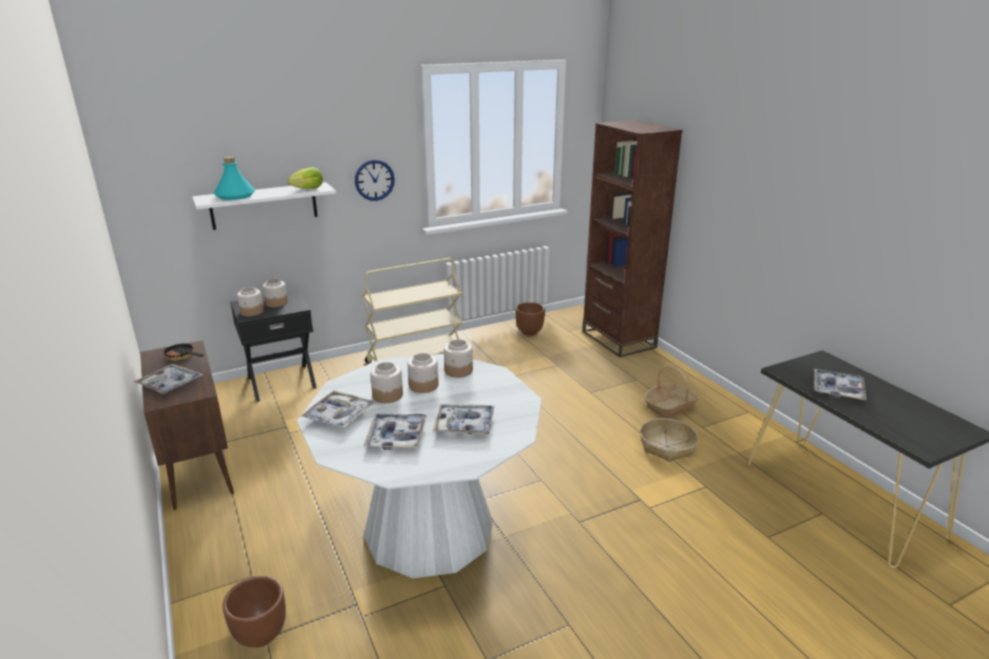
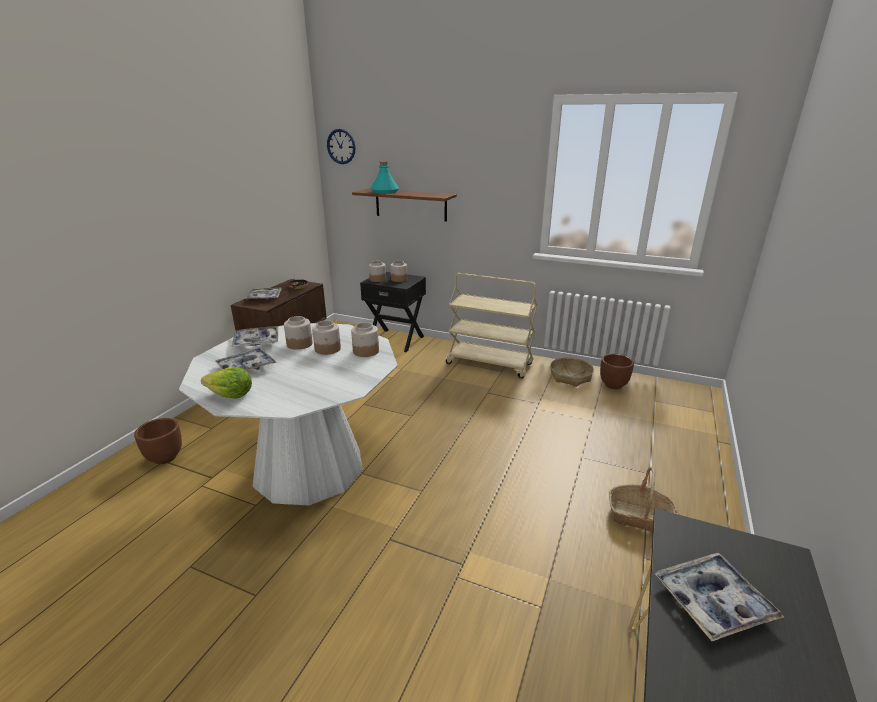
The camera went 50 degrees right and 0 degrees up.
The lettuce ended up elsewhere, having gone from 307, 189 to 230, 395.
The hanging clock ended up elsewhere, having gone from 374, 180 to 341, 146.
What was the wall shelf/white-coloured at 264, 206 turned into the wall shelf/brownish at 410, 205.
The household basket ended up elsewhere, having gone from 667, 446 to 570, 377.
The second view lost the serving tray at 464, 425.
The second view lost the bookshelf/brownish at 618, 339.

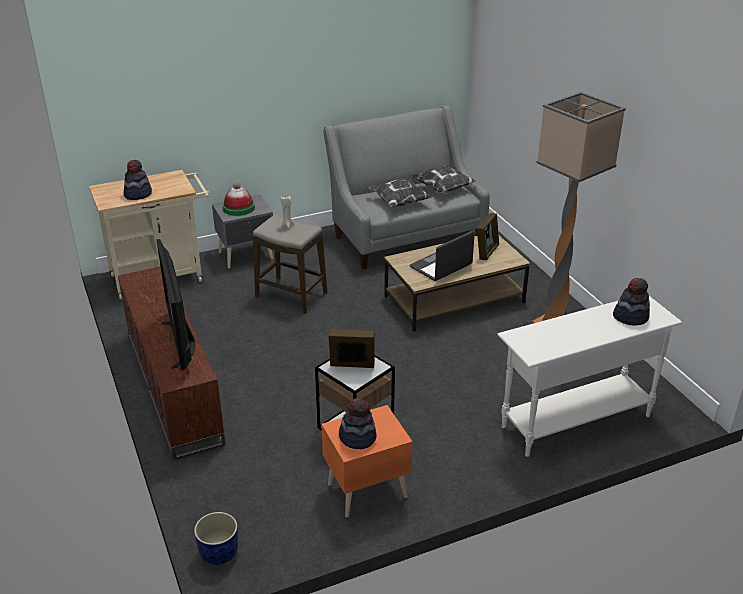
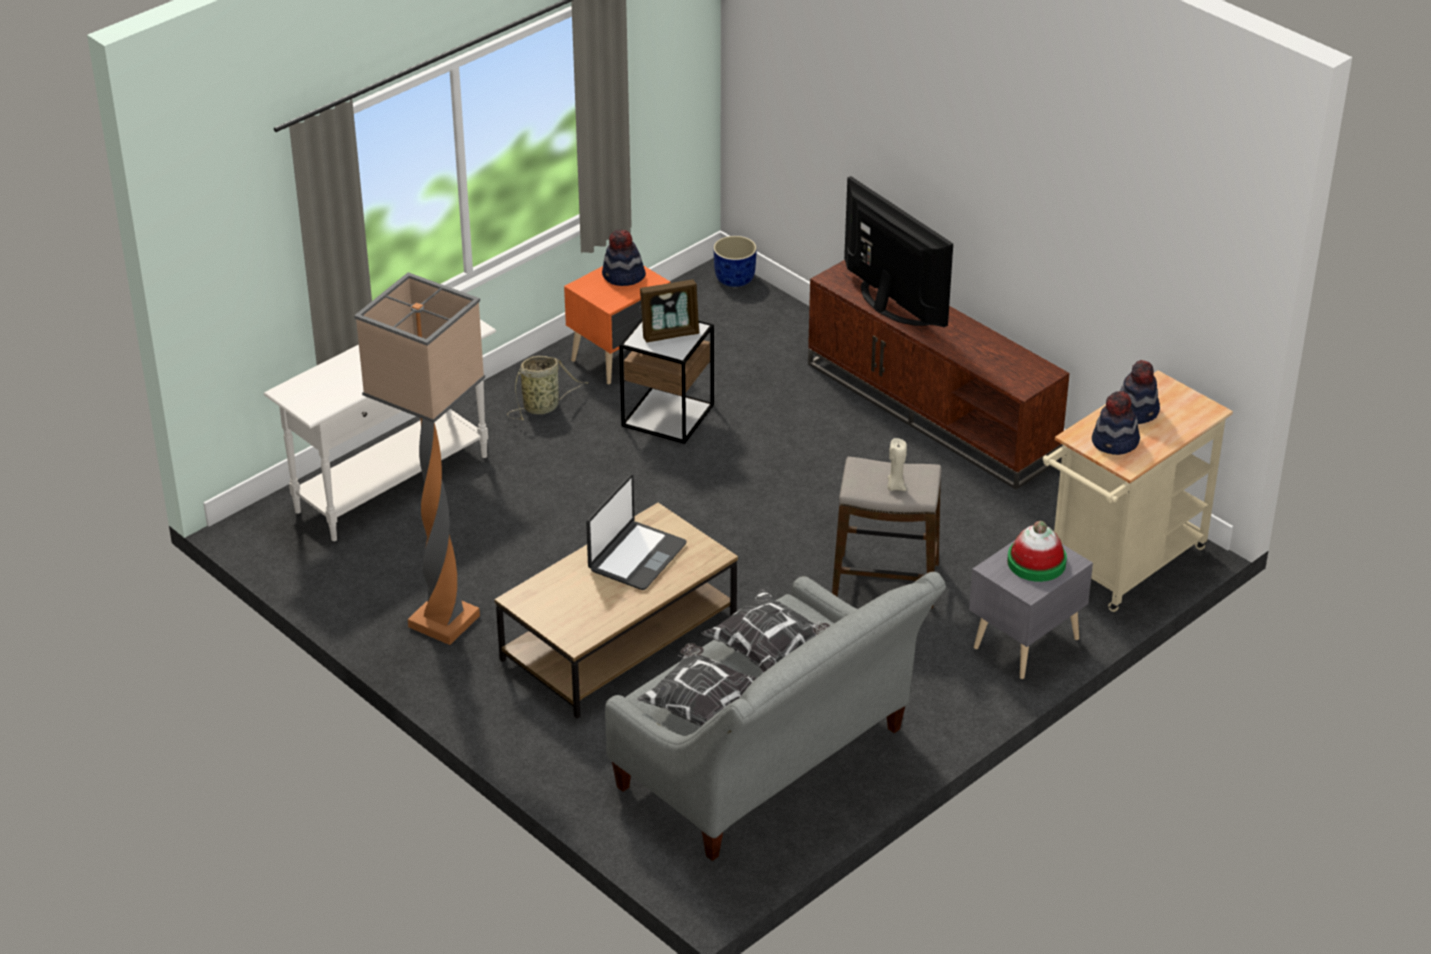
The camera went 160 degrees right and 5 degrees up.
The second view gained the household basket at 543, 406.
The hat ended up elsewhere, having gone from 630, 317 to 1115, 443.
The second view lost the standing frame at 487, 251.

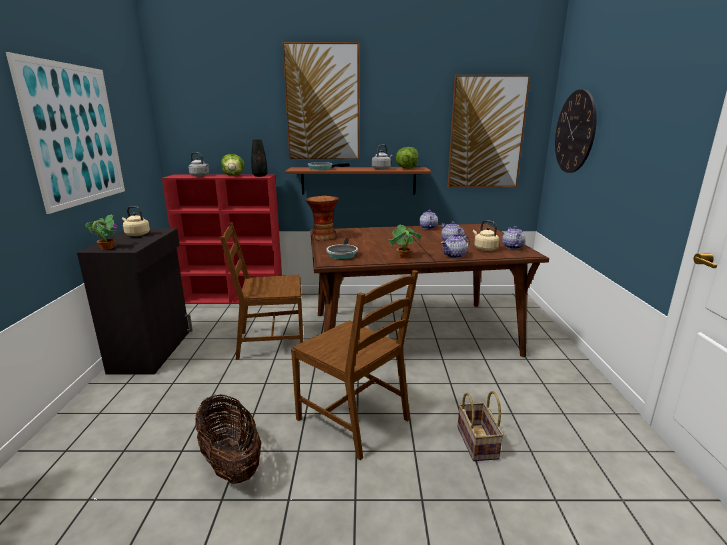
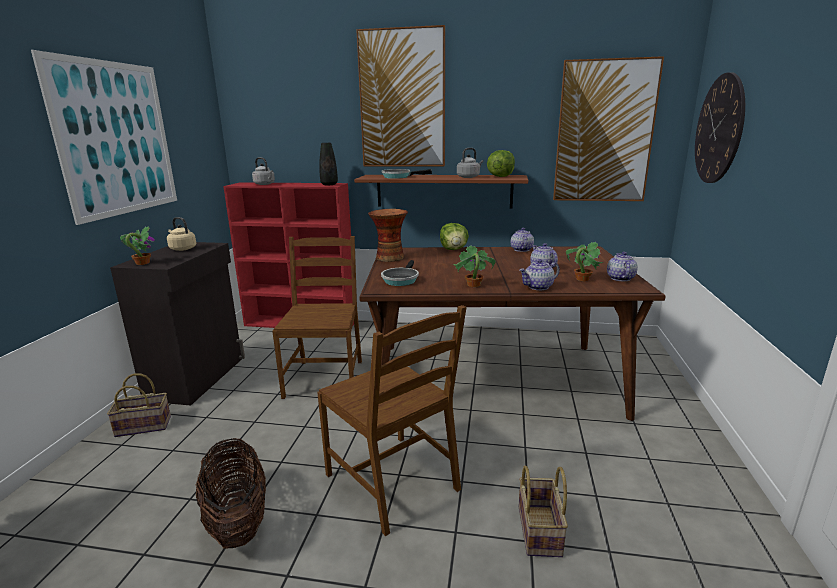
The camera went 10 degrees right and 0 degrees up.
The second view gained the household basket at 145, 425.
The chair/brownish at 270, 343 ended up facing another way, 90 degrees clockwise from before.
The lettuce ended up elsewhere, having gone from 233, 175 to 454, 249.
Where the tea kettle/beige stood at 484, 248, the houseplant came to stand at 582, 279.

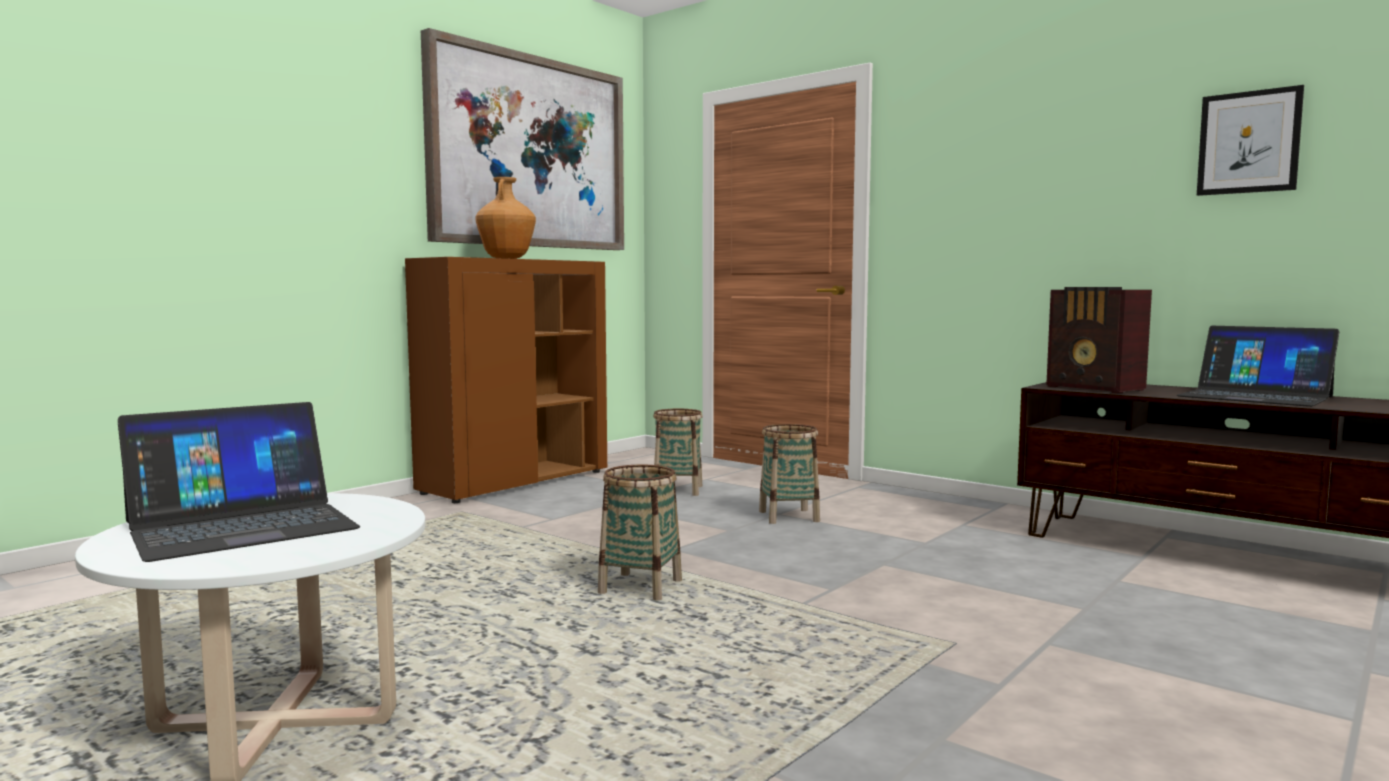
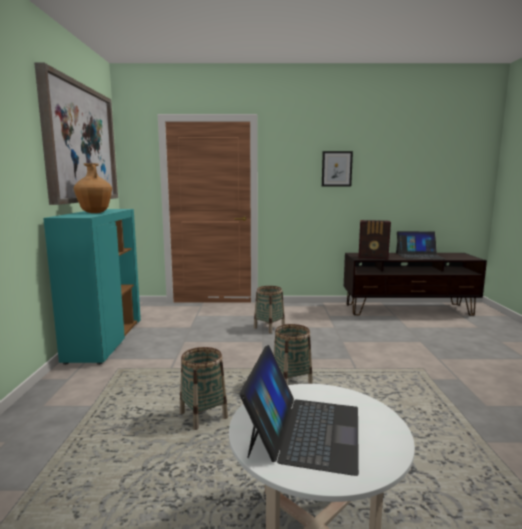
The camera went 40 degrees left and 5 degrees up.
What was the cabinet/brownish at 516, 482 turned into the cabinet/turquoise at 105, 340.
The household basket ended up elsewhere, having gone from 678, 490 to 203, 415.
The picture ended up elsewhere, having gone from 1248, 142 to 336, 169.

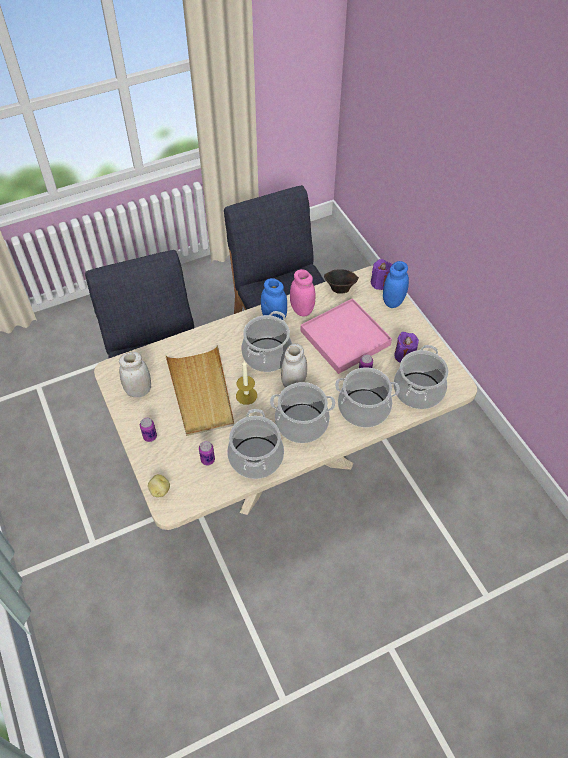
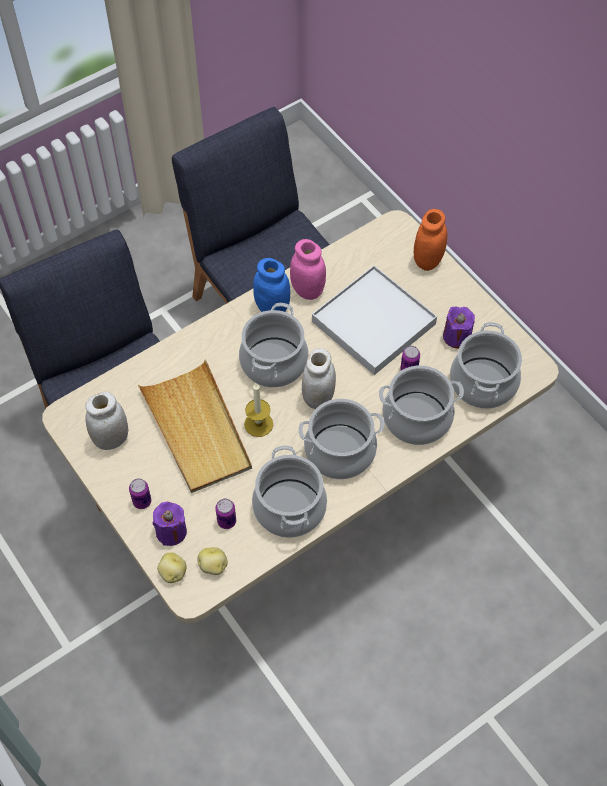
The camera went 10 degrees left and 5 degrees up.
The candle/purplish ended up elsewhere, having gone from 380, 283 to 171, 531.
The second view gained the potato at 213, 566.
What was the serving tray/pinkish at 345, 338 turned into the serving tray/white-coloured at 373, 323.
What was the preserve jar/blue-coloured at 393, 301 turned into the preserve jar/orange-coloured at 428, 261.
The second view lost the deep dish/brownish at 339, 288.

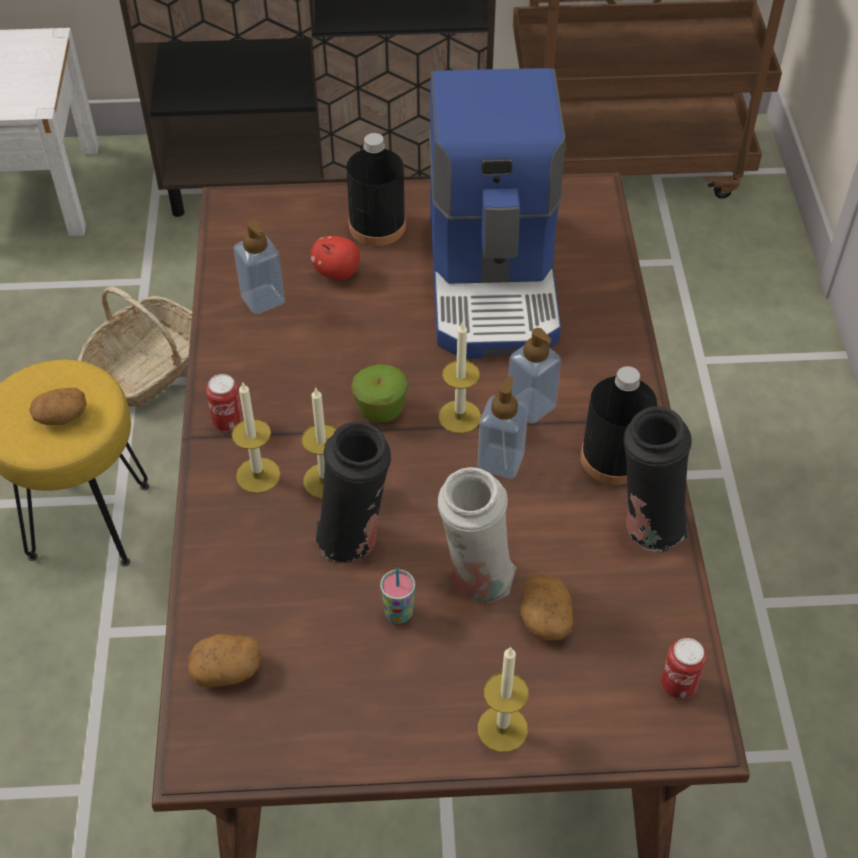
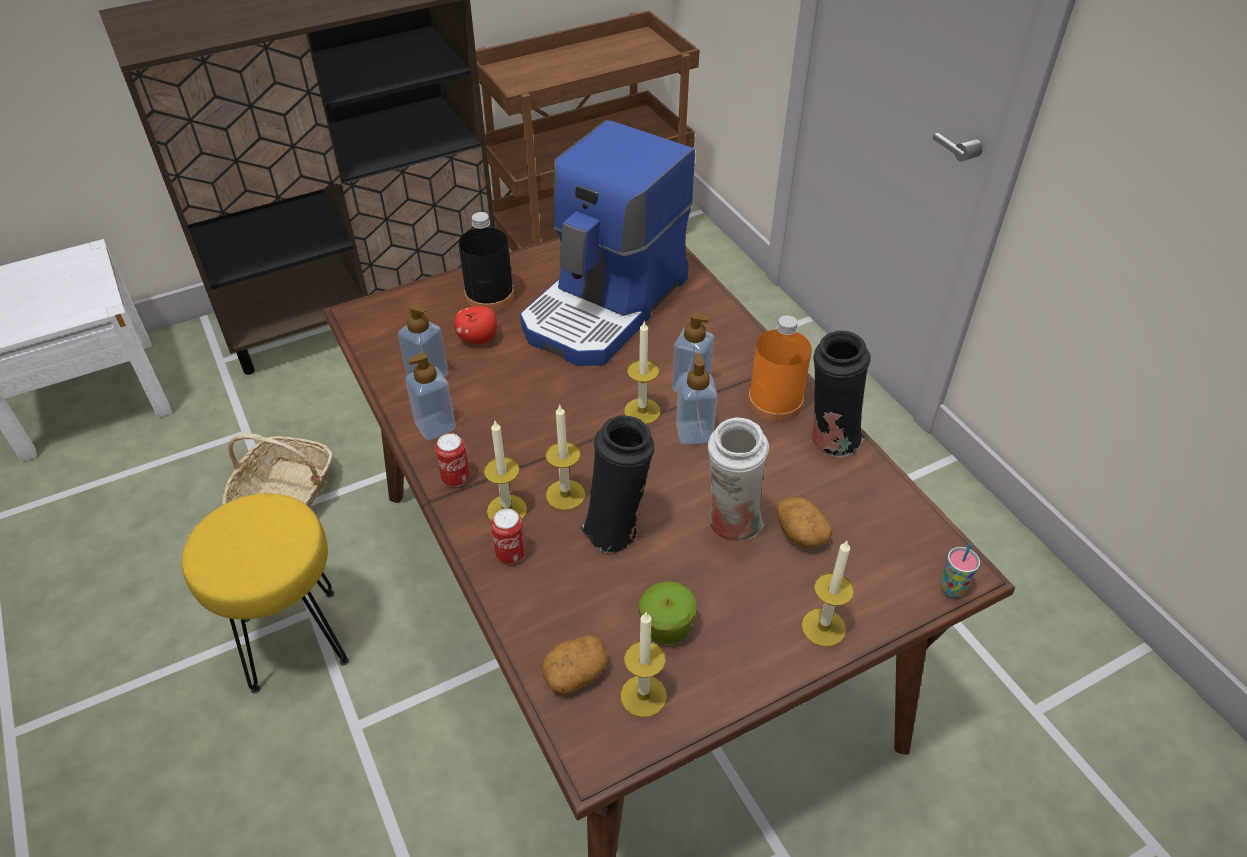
The camera went 25 degrees left and 5 degrees down.
The second view gained the liquid soap bottle at 435, 426.
The sealed can ended up elsewhere, having gone from 678, 685 to 511, 554.
The coffee brewer at 495, 279 ended up facing another way, 60 degrees clockwise from before.
The second view gained the candle at 643, 696.
The whole apple ended up elsewhere, having gone from 380, 409 to 666, 627.
What was the drink bottle/blackish at 613, 458 turned into the drink bottle/orange-coloured at 775, 402.
The small cup ended up elsewhere, having gone from 398, 614 to 951, 589.
The second view lost the potato at 61, 416.

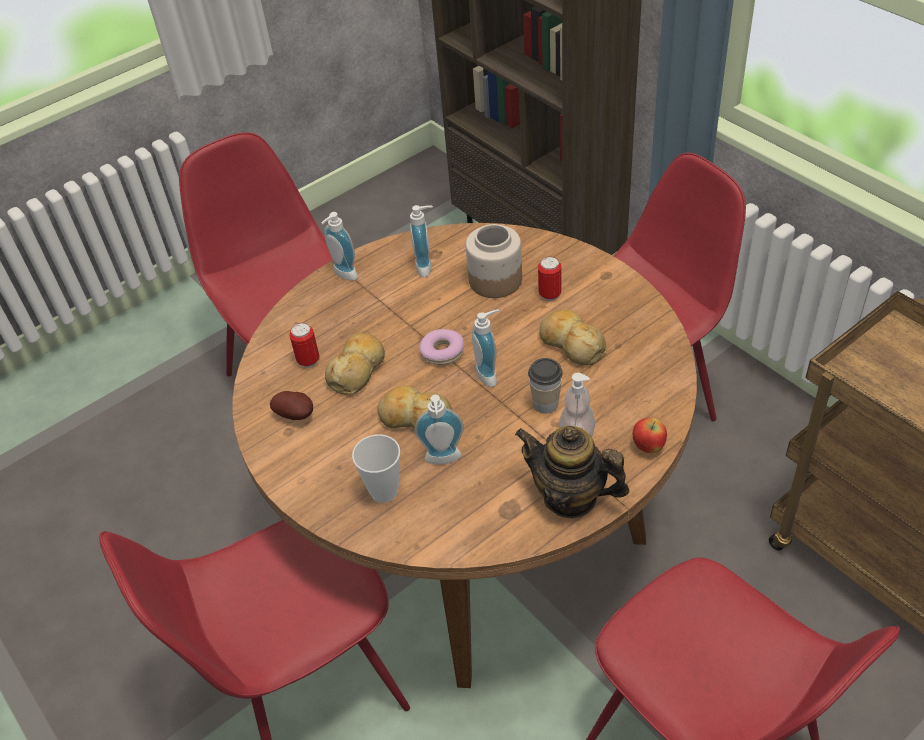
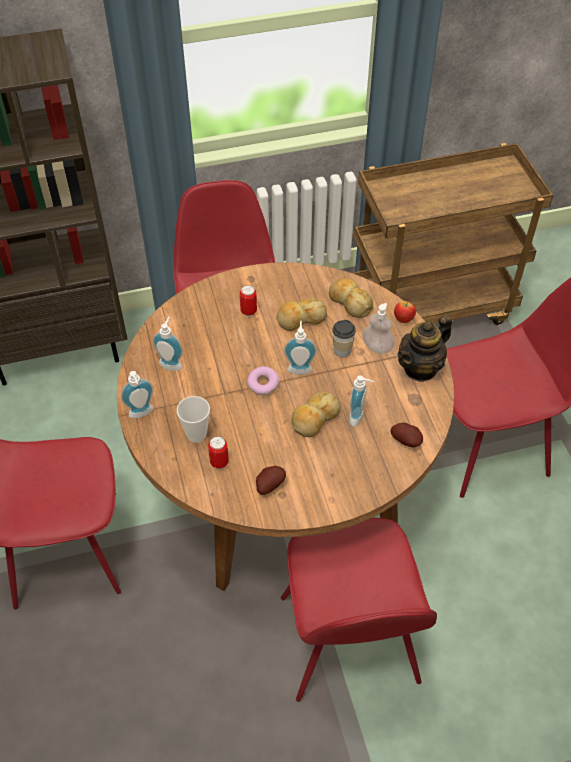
The camera went 70 degrees left and 5 degrees up.
The small cup ended up elsewhere, having gone from 384, 491 to 196, 434.
The bread ended up elsewhere, having gone from 358, 370 to 350, 302.
The second view gained the potato at 407, 440.
The second view lost the preserve jar at 495, 280.

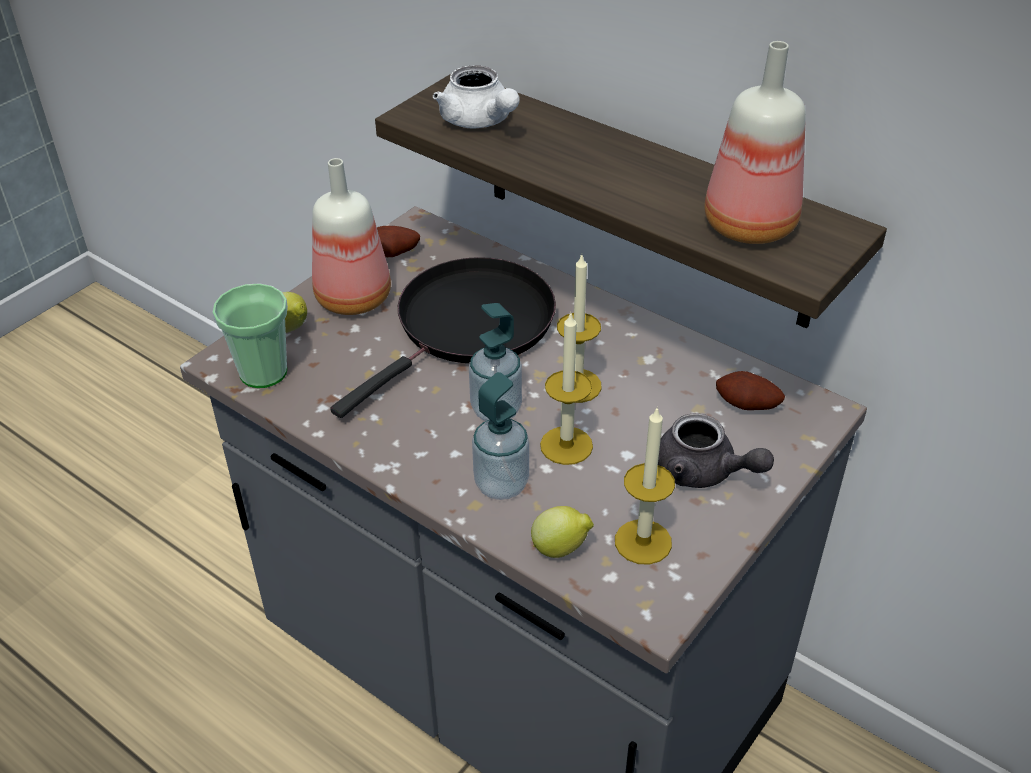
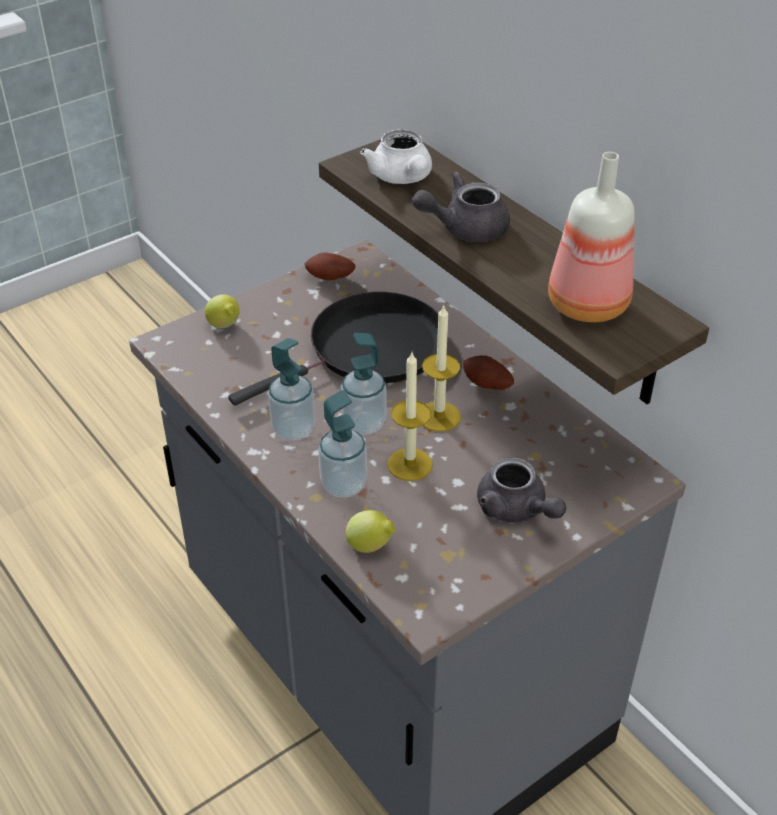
The camera went 15 degrees right and 0 degrees up.
The second view gained the liquid soap bottle at 293, 429.
The second view gained the tea pot/greyish at 464, 228.
The potato ended up elsewhere, having gone from 746, 407 to 486, 386.
The second view lost the small cup at 263, 372.
The second view lost the drink bottle at 353, 297.
The second view lost the candle at 643, 542.

